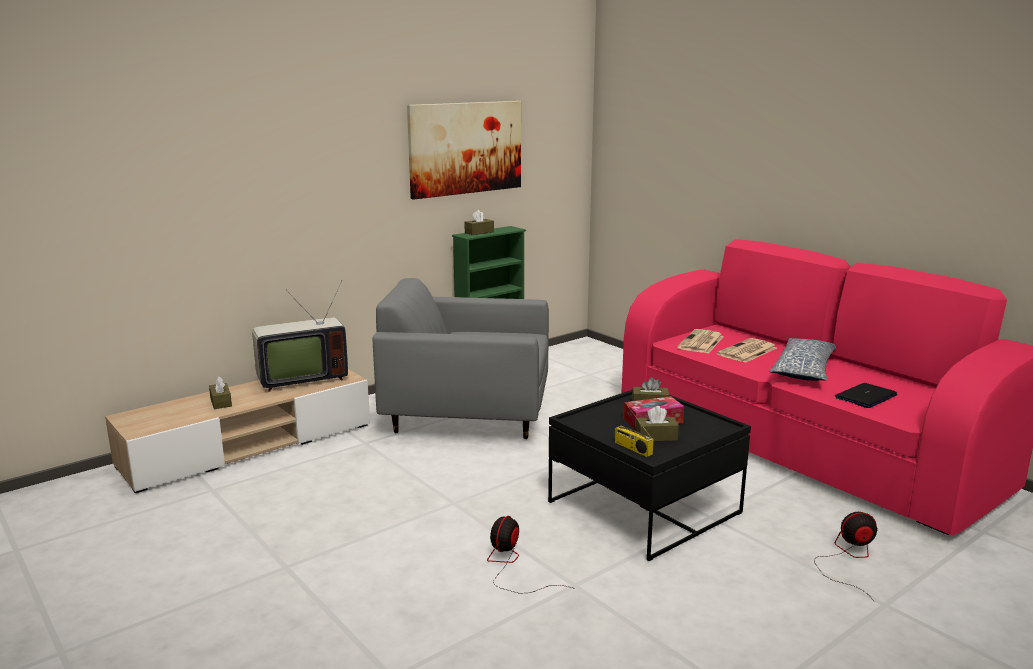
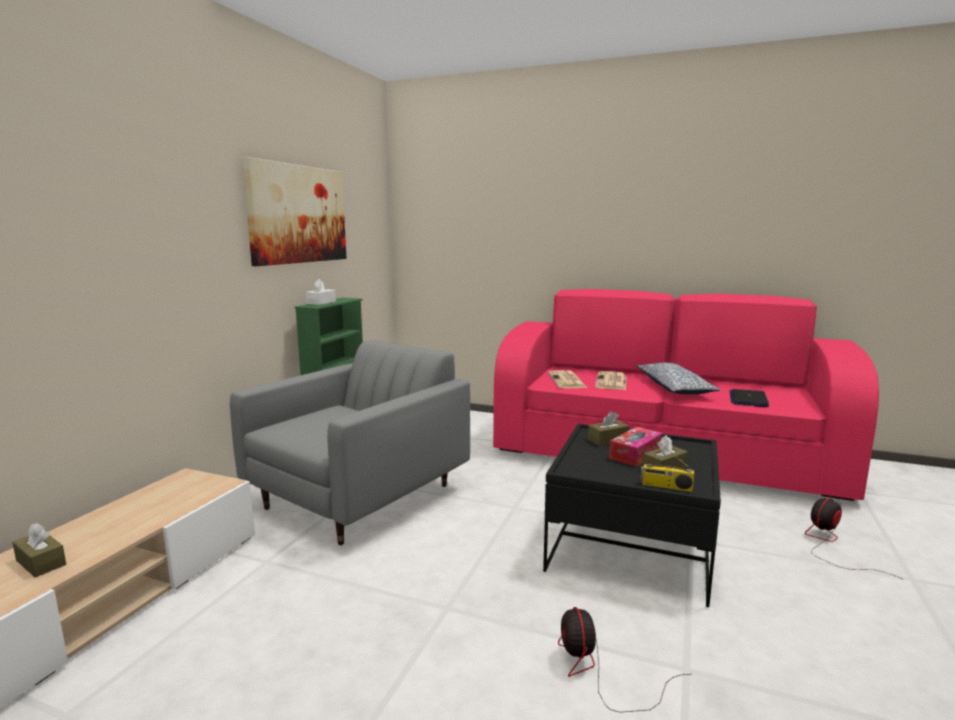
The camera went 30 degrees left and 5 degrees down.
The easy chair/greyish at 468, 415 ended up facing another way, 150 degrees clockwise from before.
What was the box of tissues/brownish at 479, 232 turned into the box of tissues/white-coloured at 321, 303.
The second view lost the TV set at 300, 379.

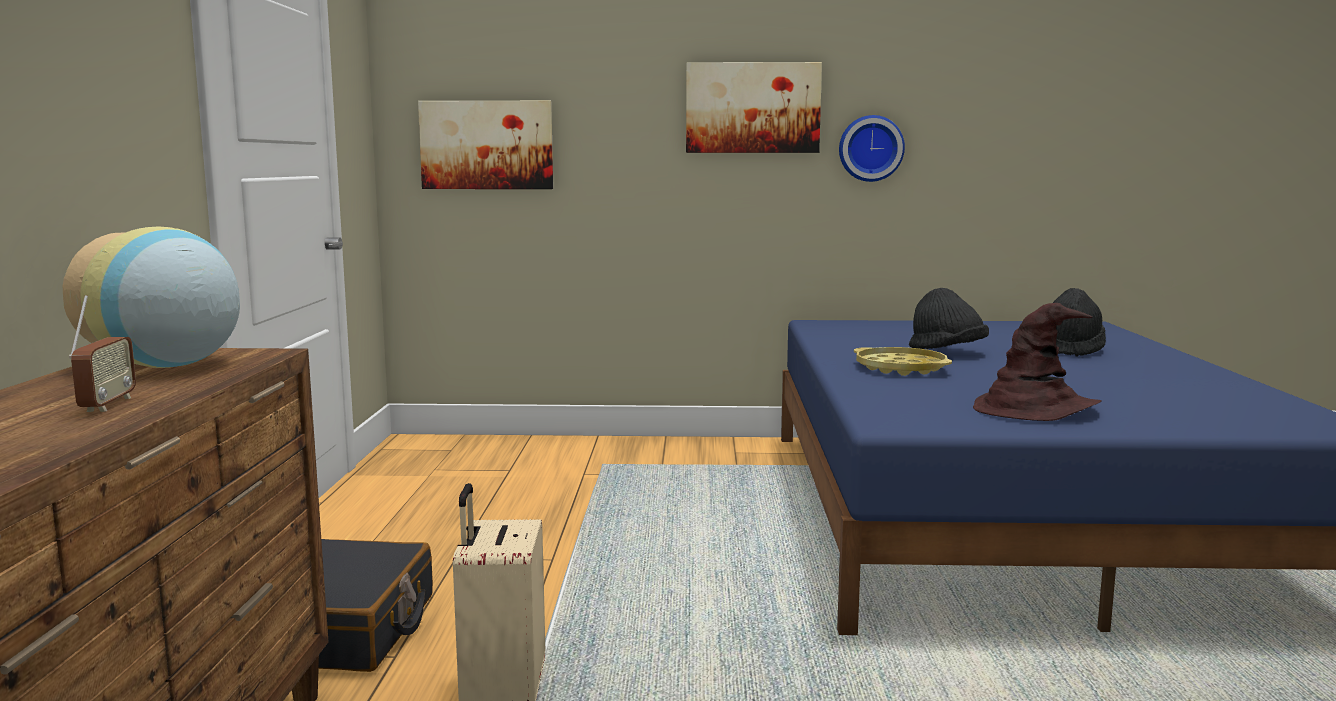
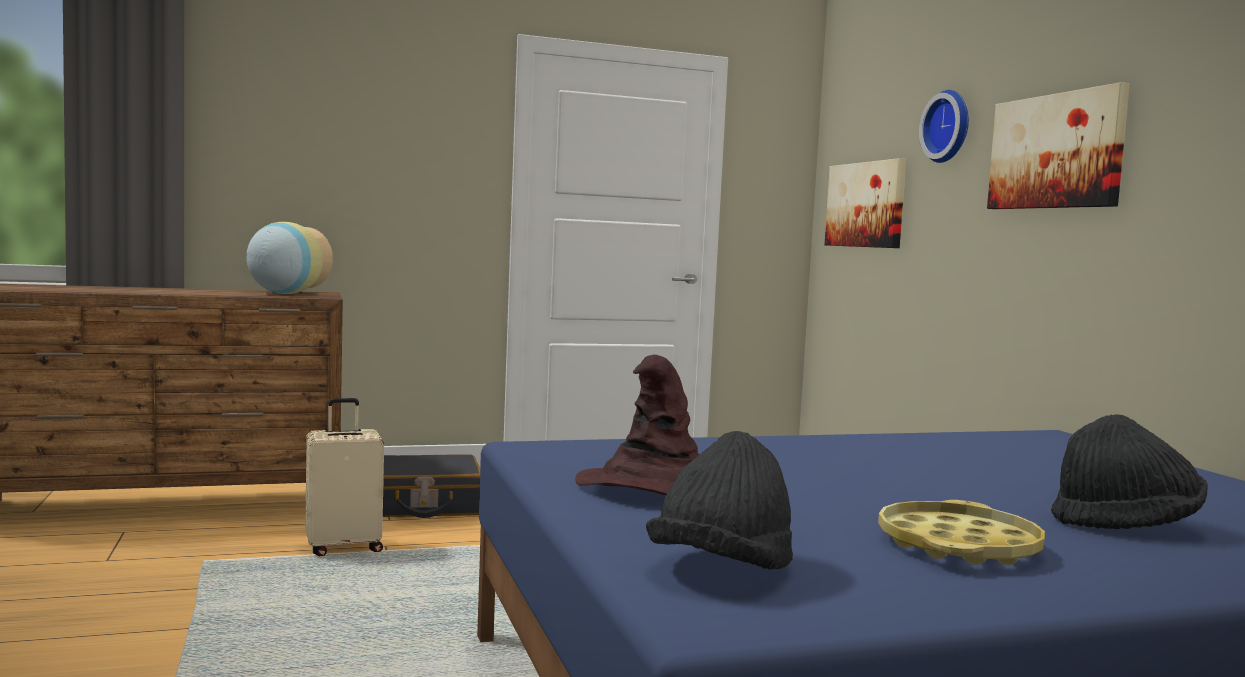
The camera went 70 degrees right and 5 degrees down.
The hat/blackish ended up elsewhere, having gone from 947, 352 to 721, 570.
The serving tray/yellow-coloured ended up elsewhere, having gone from 900, 368 to 958, 546.
The hanging clock ended up elsewhere, having gone from 870, 148 to 949, 127.
The second view lost the radio at 107, 404.

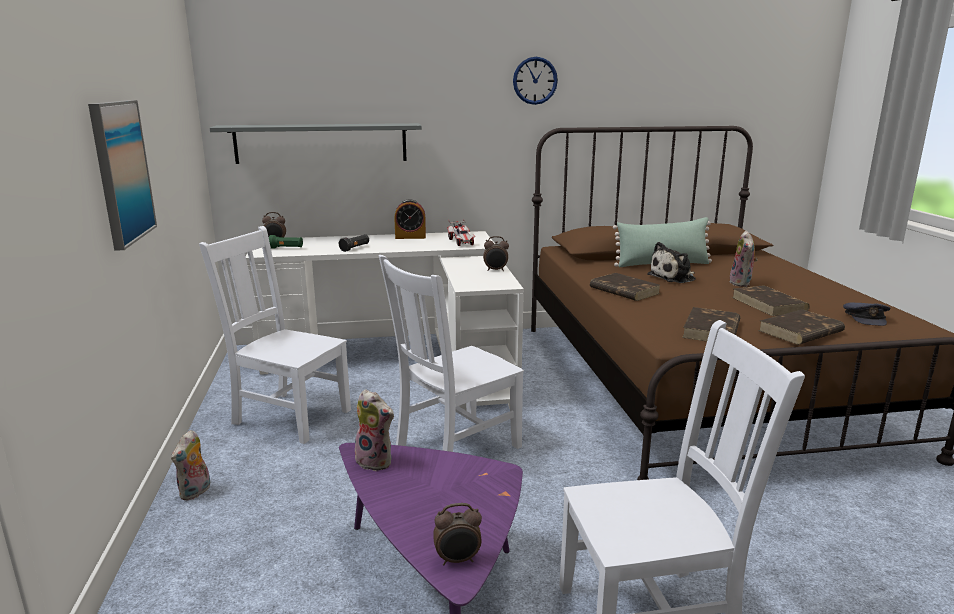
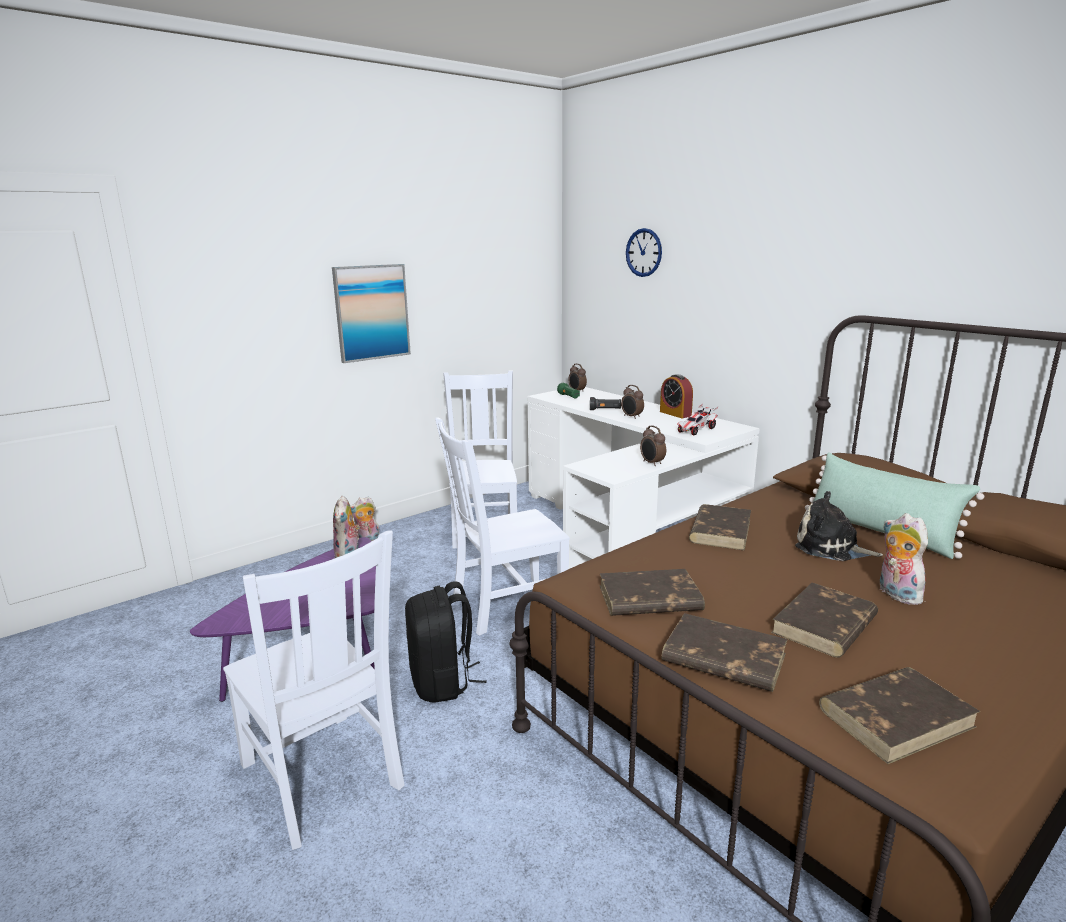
The camera went 60 degrees right and 0 degrees up.
The second view gained the backpack/blackish at 442, 682.
The chair/white-coloured at 454, 448 ended up facing another way, 45 degrees counterclockwise from before.
The bedside clock ended up elsewhere, having gone from 458, 560 to 631, 417.
The hanging clock ended up elsewhere, having gone from 535, 80 to 644, 252.
Where the baseball cap/greyish stood at 865, 318, the book/brownish came to stand at 896, 717.
The plush toy at 742, 283 ended up facing another way, 90 degrees clockwise from before.
The second view lost the wall shelf/greyish at 321, 143.

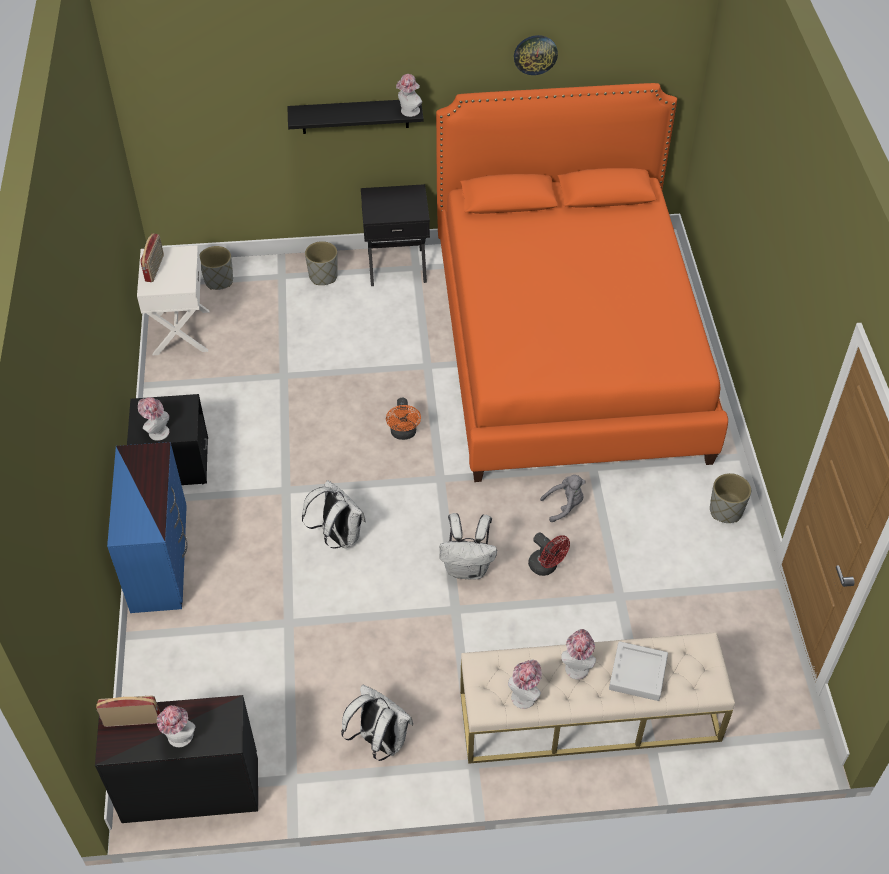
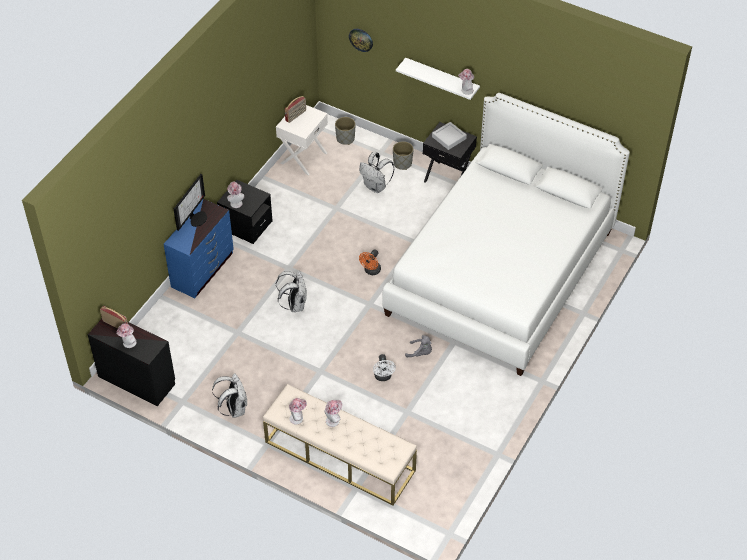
The camera went 35 degrees right and 0 degrees up.
The second view gained the monitor at 196, 218.
The hanging clock ended up elsewhere, having gone from 535, 54 to 361, 39.
The backpack/white-coloured ended up elsewhere, having gone from 467, 568 to 376, 186.
What was the cooling fan/red-coloured at 546, 567 turned into the cooling fan/white-coloured at 383, 377.
What was the bedroom bed/orange-coloured at 568, 348 turned into the bedroom bed/white-coloured at 501, 272.
What was the wall shelf/blackish at 355, 116 turned into the wall shelf/white-coloured at 442, 79.
The serving tray/greyish ended up elsewhere, having gone from 637, 674 to 449, 138.
The second view lost the plant pot/greyish at 726, 511.

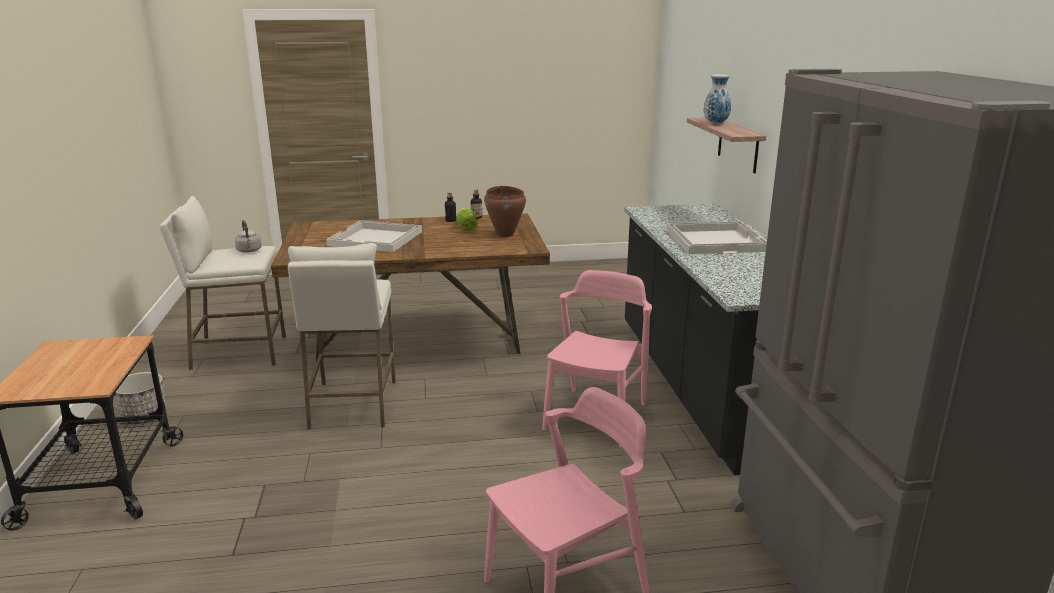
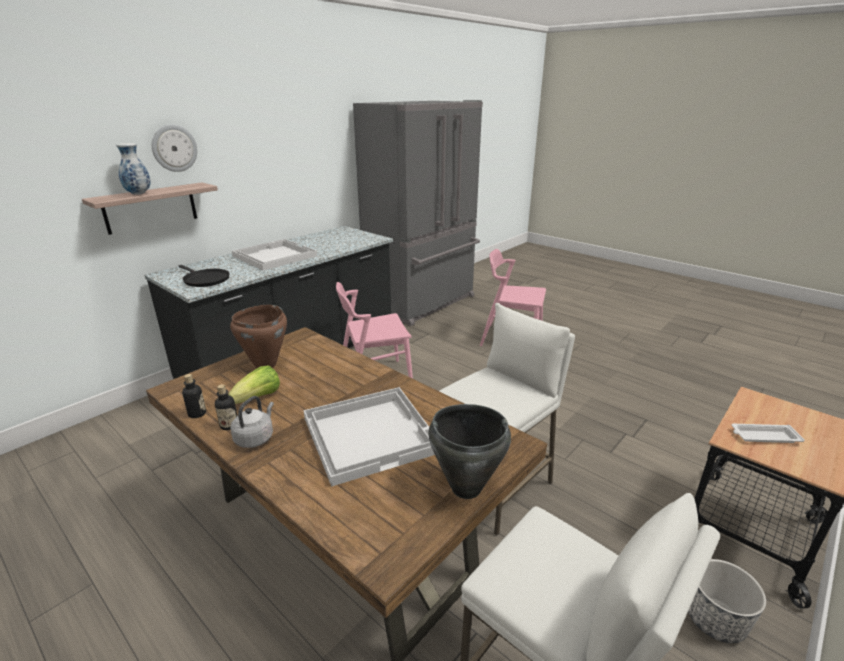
The camera went 130 degrees left and 5 degrees up.
The second view gained the hanging clock at 174, 148.
The second view gained the skillet/blackish at 205, 280.
The tea kettle/greyish ended up elsewhere, having gone from 249, 251 to 255, 438.
The second view gained the saucepot/blackish at 465, 487.
The second view gained the serving tray/white-coloured at 763, 436.

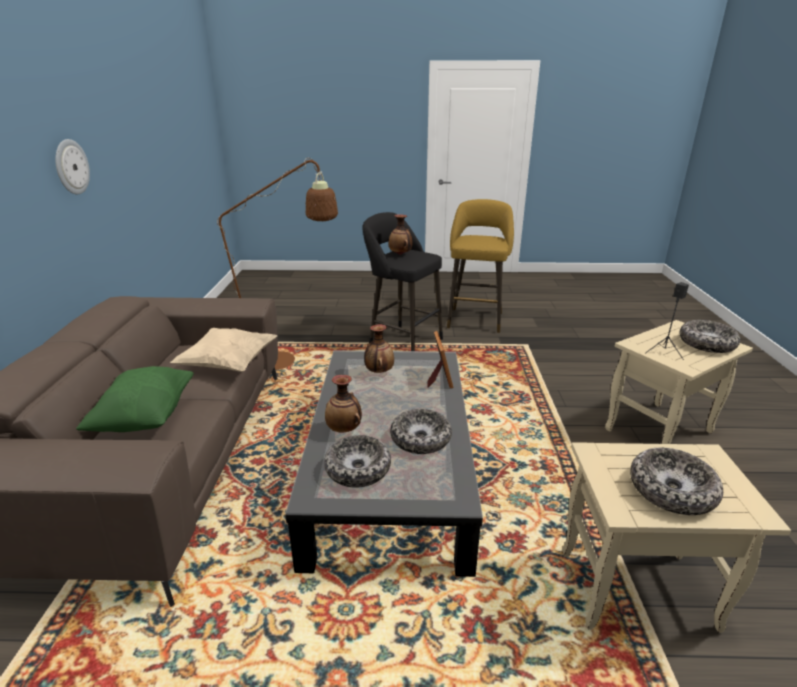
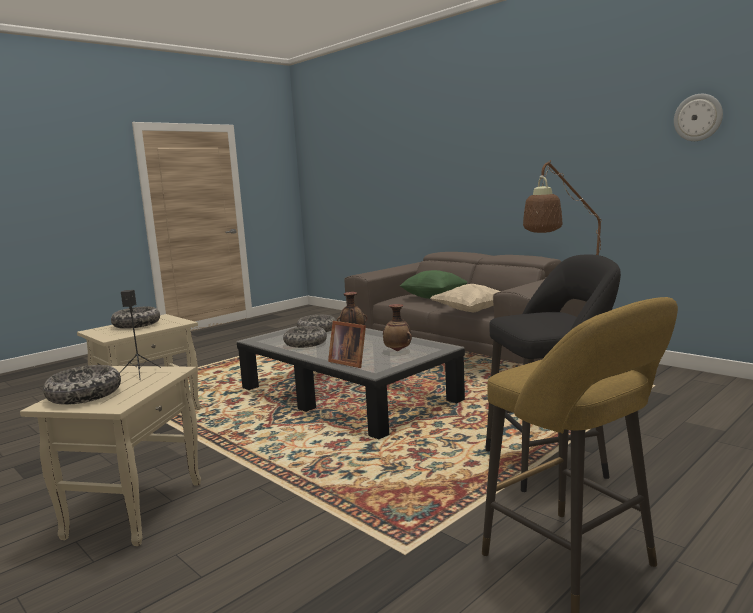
The camera went 135 degrees right and 15 degrees down.
The hanging clock ended up elsewhere, having gone from 71, 167 to 698, 117.
The second view lost the decorative vase at 400, 254.

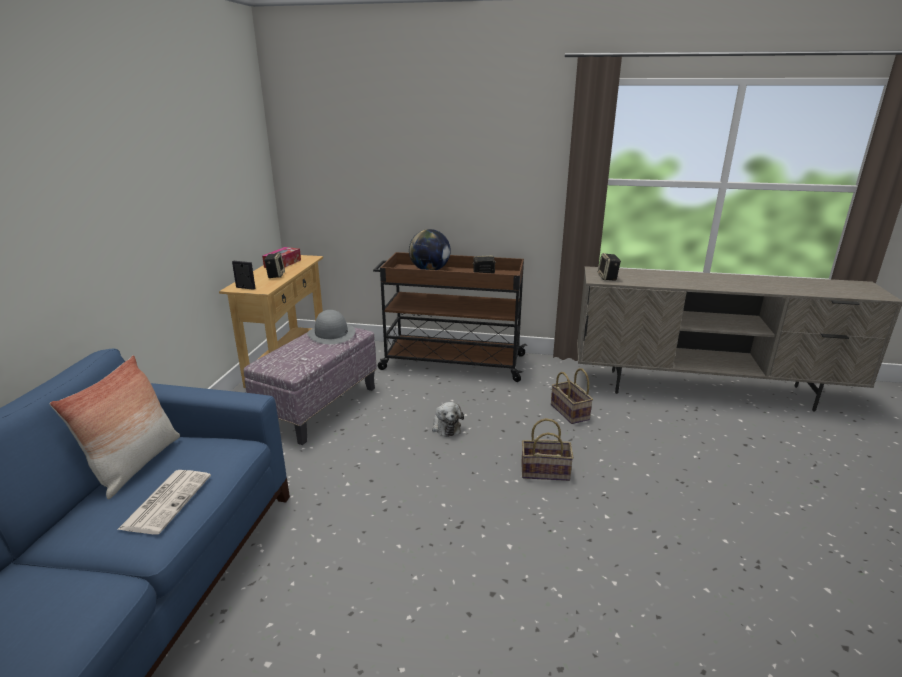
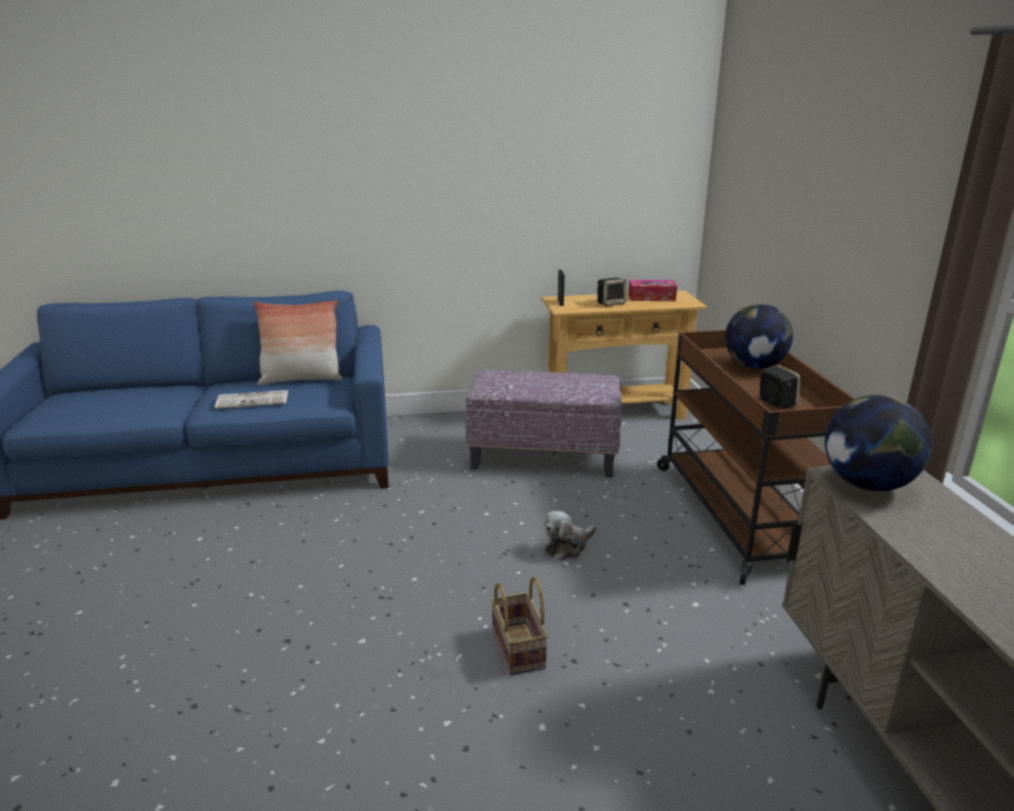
The camera went 70 degrees right and 0 degrees up.
Where the loudspeaker stood at 608, 277, the desk globe came to stand at 867, 484.
The second view lost the hat/greyish at 331, 334.
The second view lost the household basket at 571, 412.

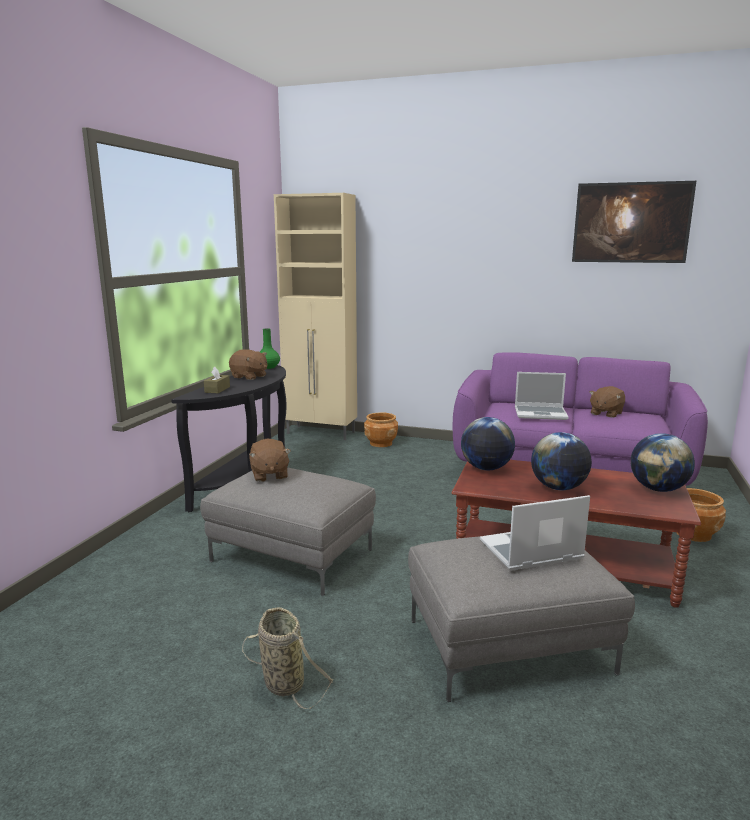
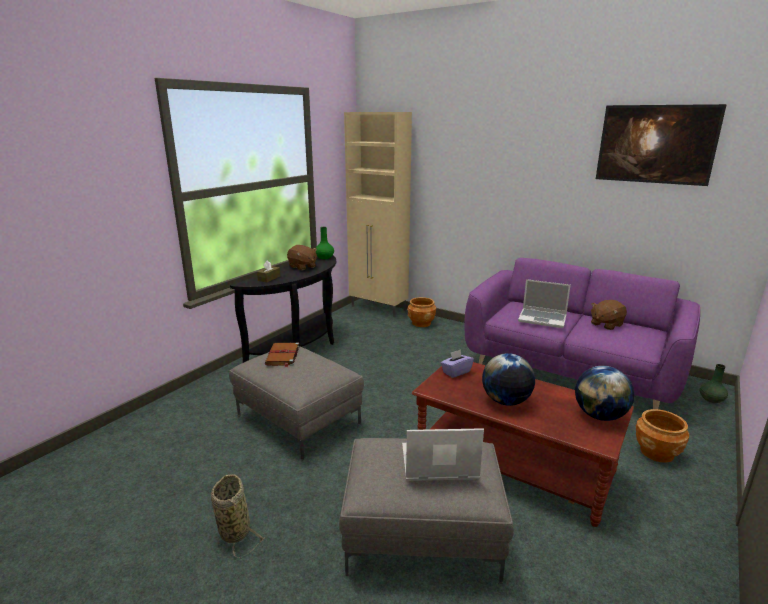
The camera went 15 degrees right and 5 degrees up.
Where the plush toy/brownish stood at 269, 475, the book/brownish came to stand at 282, 356.
Where the desk globe stood at 486, 468, the box of tissues/purplish came to stand at 456, 372.
The second view gained the decorative vase/green-coloured at 711, 400.

